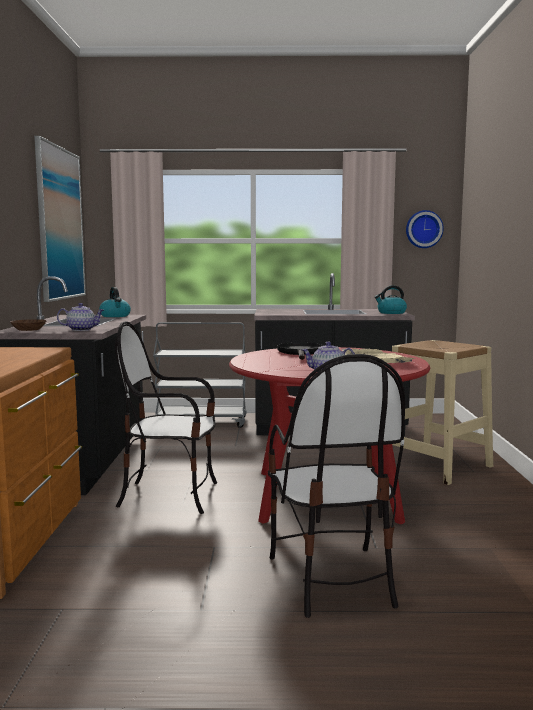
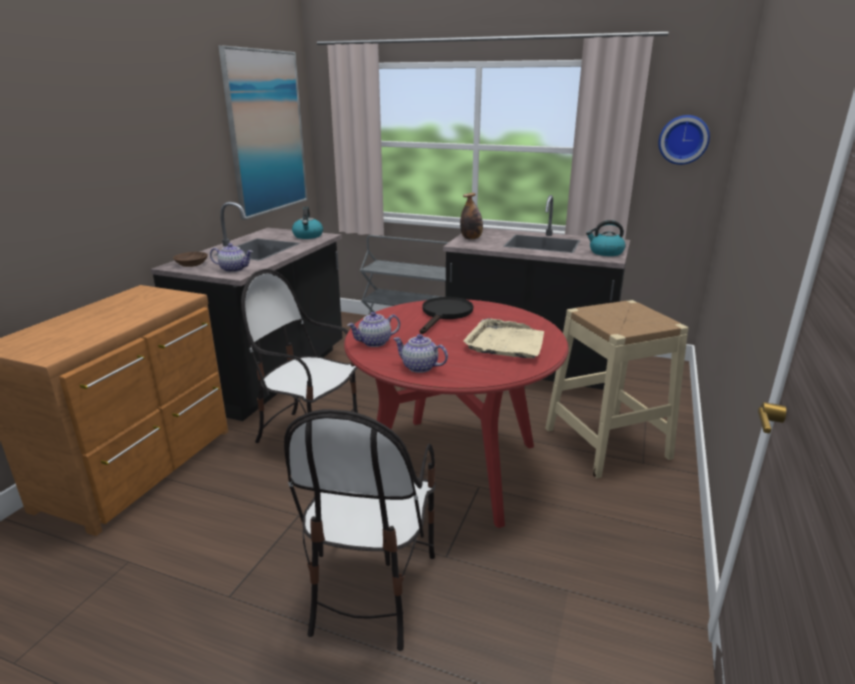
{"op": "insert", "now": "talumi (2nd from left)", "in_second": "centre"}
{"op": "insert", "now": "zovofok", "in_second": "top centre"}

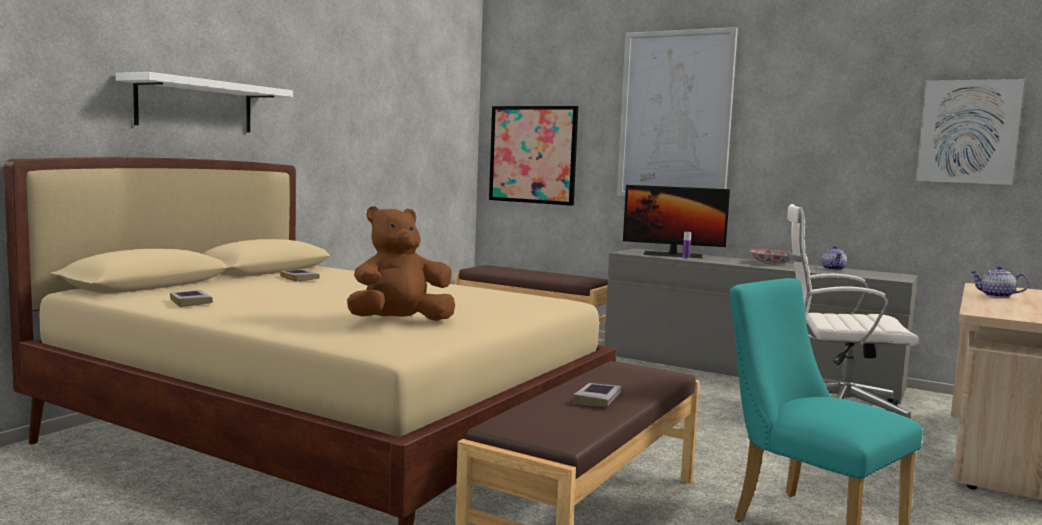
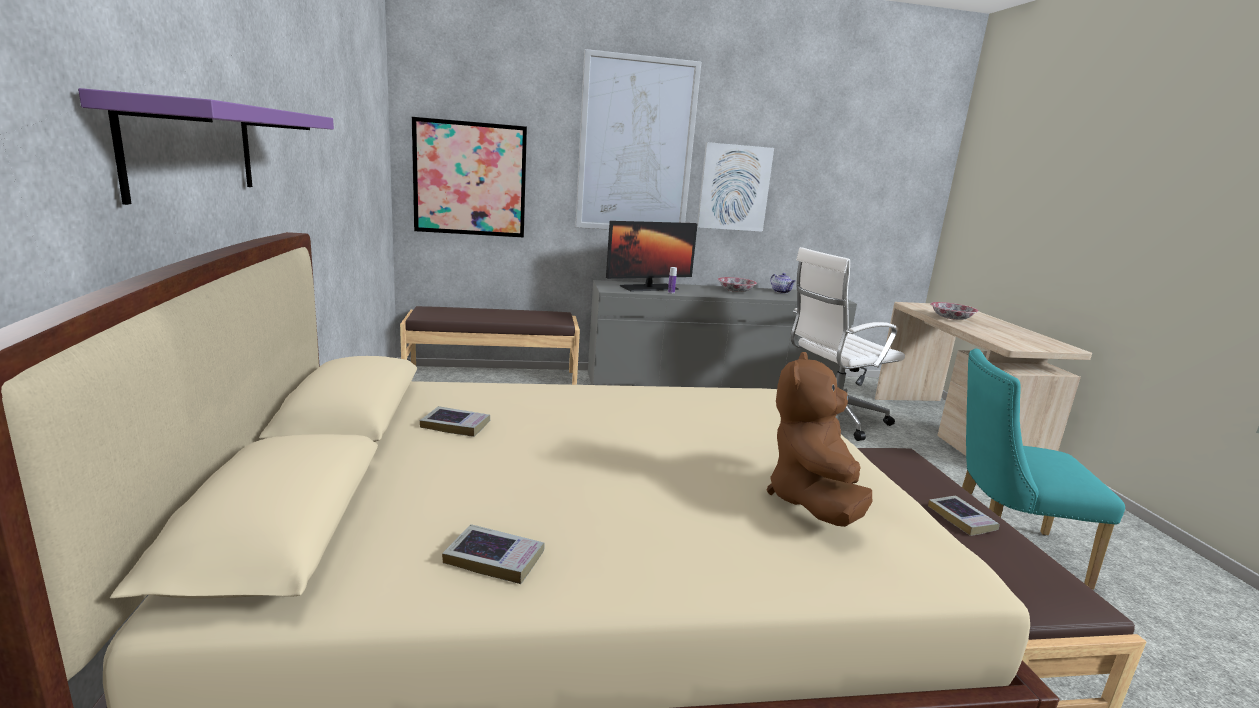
{"op": "recolor", "was": "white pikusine", "now": "purple pikusine", "in_first": "top left", "in_second": "top left"}
{"op": "move", "was": "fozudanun (3rd from left)", "in_first": "top right", "in_second": "top centre"}
{"op": "replace", "was": "talumi (2nd from left)", "now": "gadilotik (2nd from left)", "in_first": "middle right", "in_second": "middle right"}

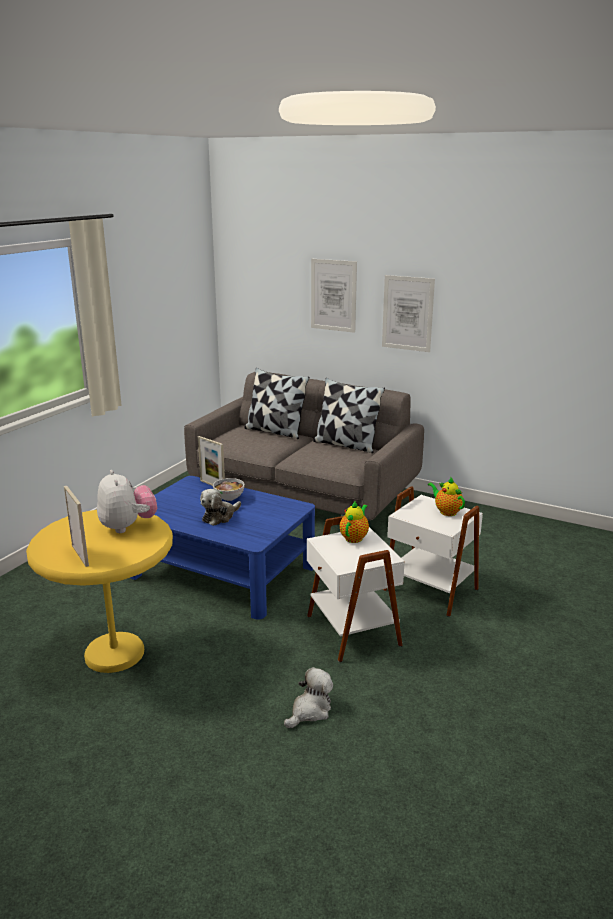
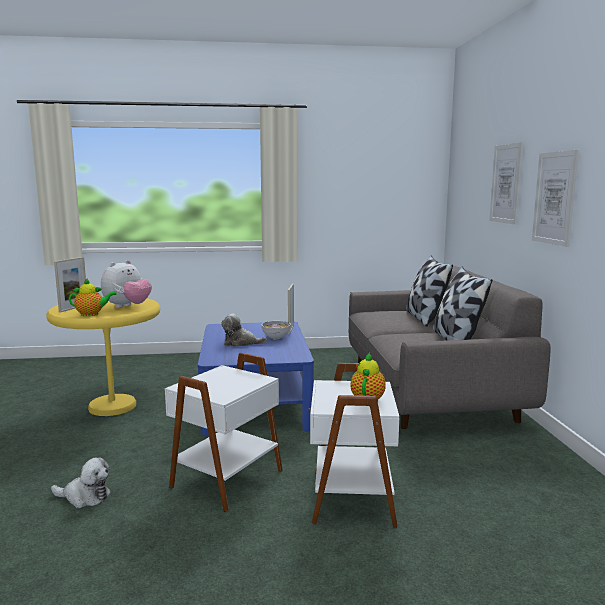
{"op": "move", "was": "talumi (1st from left)", "in_first": "centre", "in_second": "middle left"}

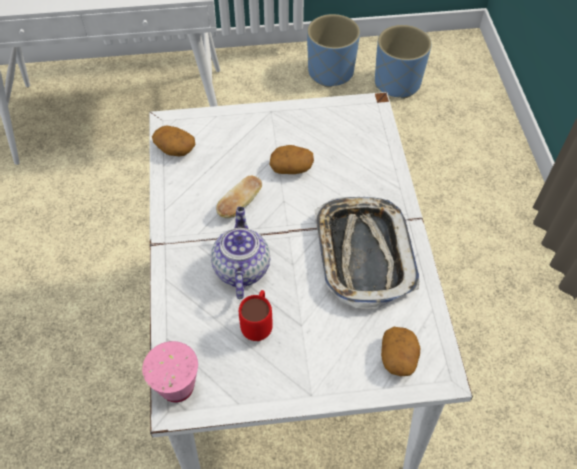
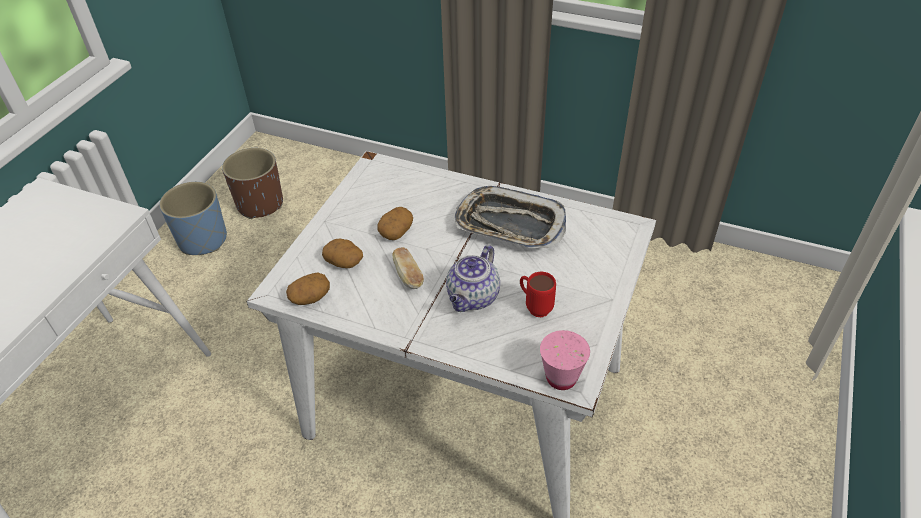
{"op": "recolor", "was": "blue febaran (2nd from left)", "now": "brown febaran", "in_first": "top right", "in_second": "middle left"}
{"op": "move", "was": "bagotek (3rd from left in the first image)", "now": "bagotek (2nd from left)", "in_first": "bottom right", "in_second": "centre"}
{"op": "rotate", "was": "talumi", "in_first": "centre", "in_second": "centre", "clockwise": -90}

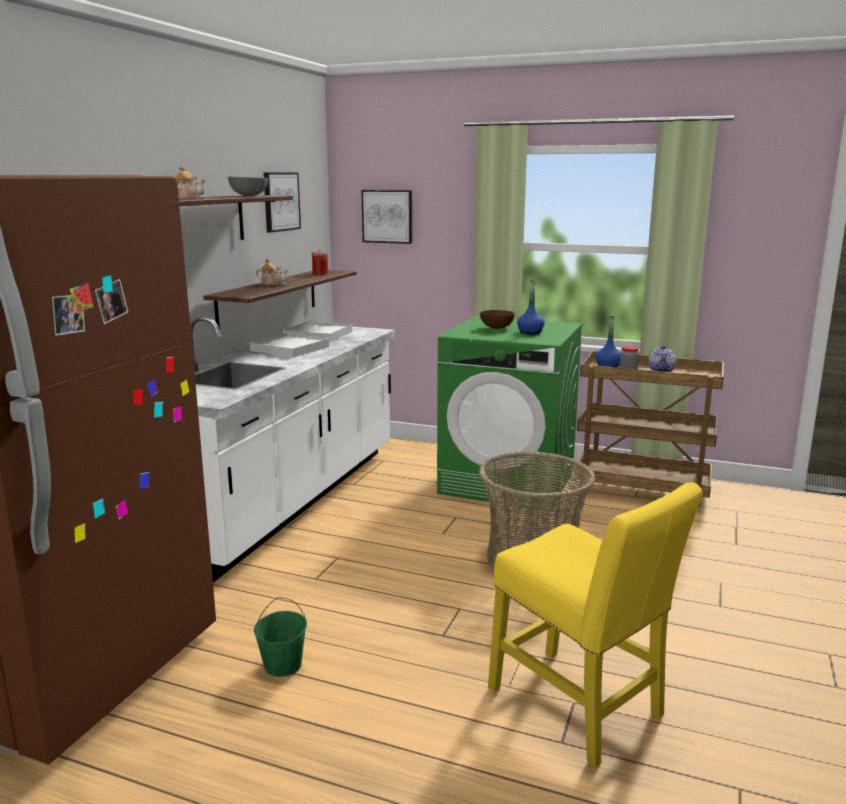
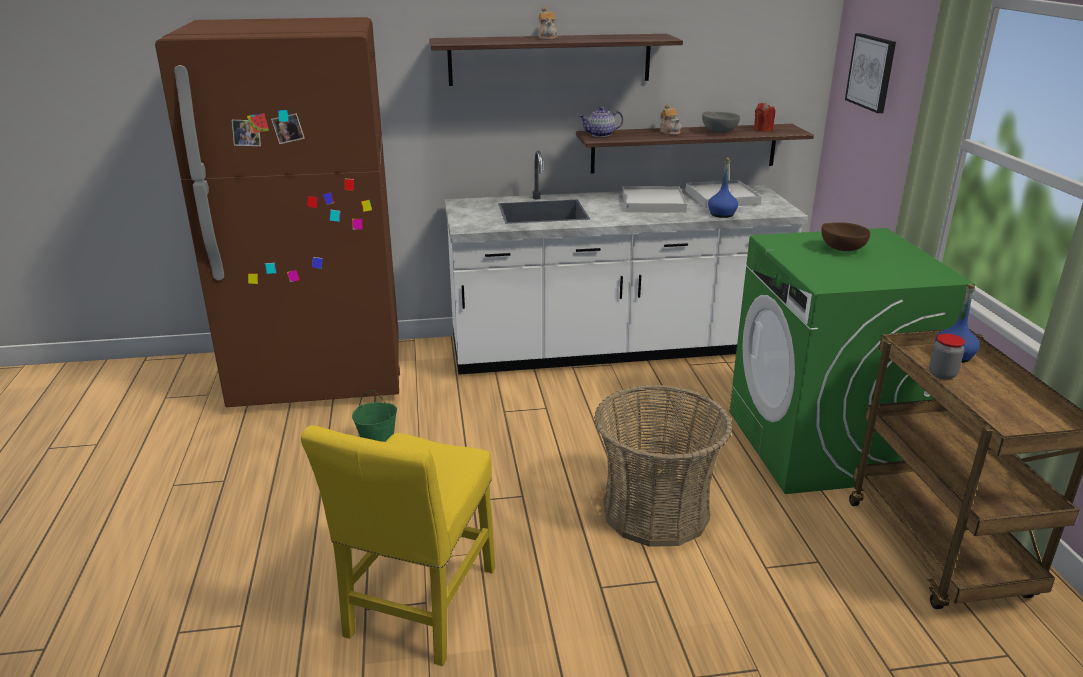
{"op": "move", "was": "talumi (3rd from left in the first image)", "now": "talumi (2nd from left)", "in_first": "middle right", "in_second": "top centre"}
{"op": "move", "was": "grey gadilotik", "in_first": "top left", "in_second": "top centre"}
{"op": "move", "was": "blue zovofok (1st from left)", "in_first": "centre", "in_second": "top right"}
{"op": "delete", "was": "fozudanun (1st from left)", "in_first": "top centre"}

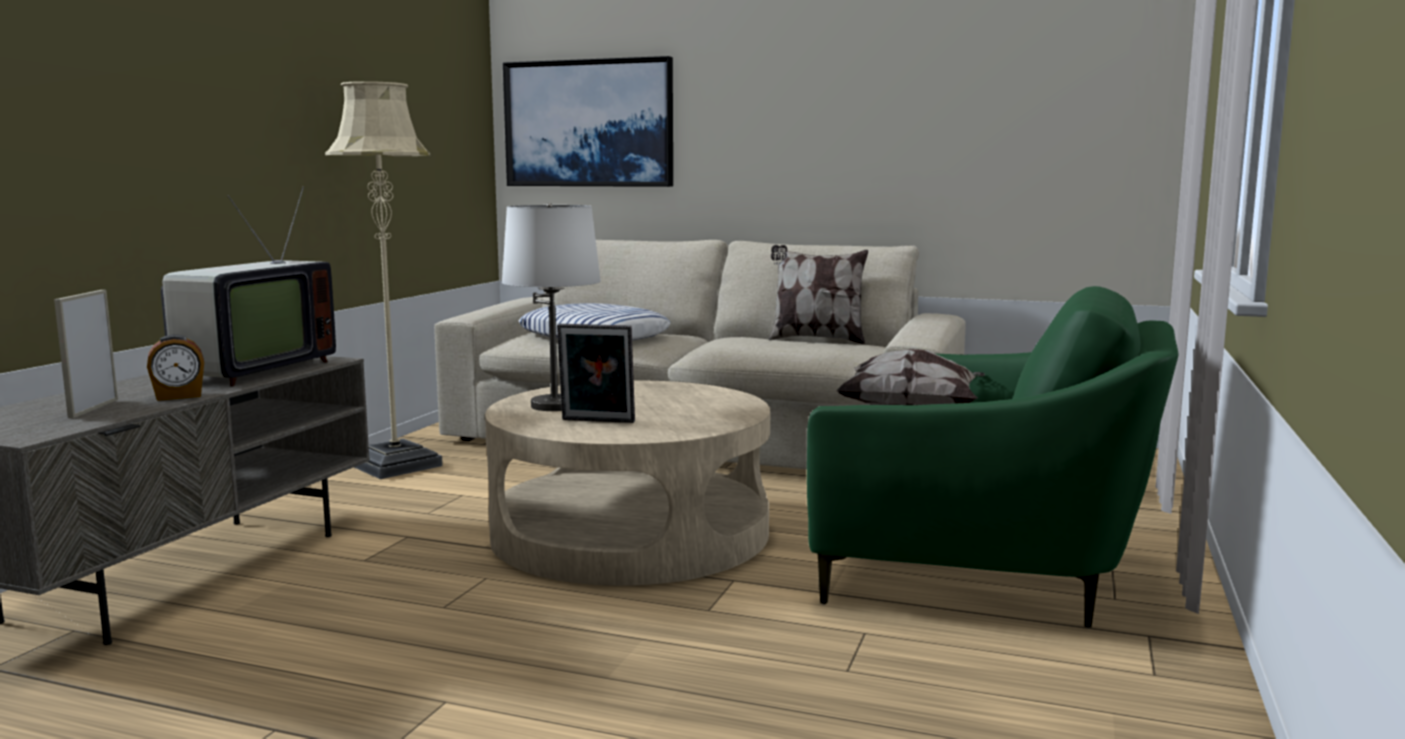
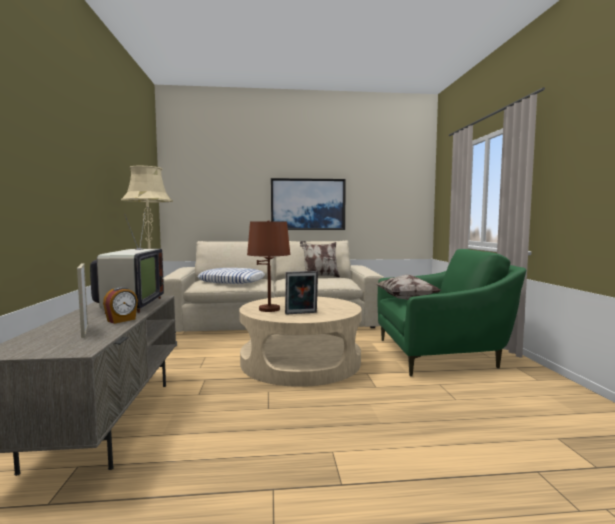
{"op": "recolor", "was": "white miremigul", "now": "brown miremigul", "in_first": "centre", "in_second": "centre"}
{"op": "move", "was": "fozudanun", "in_first": "top centre", "in_second": "centre"}

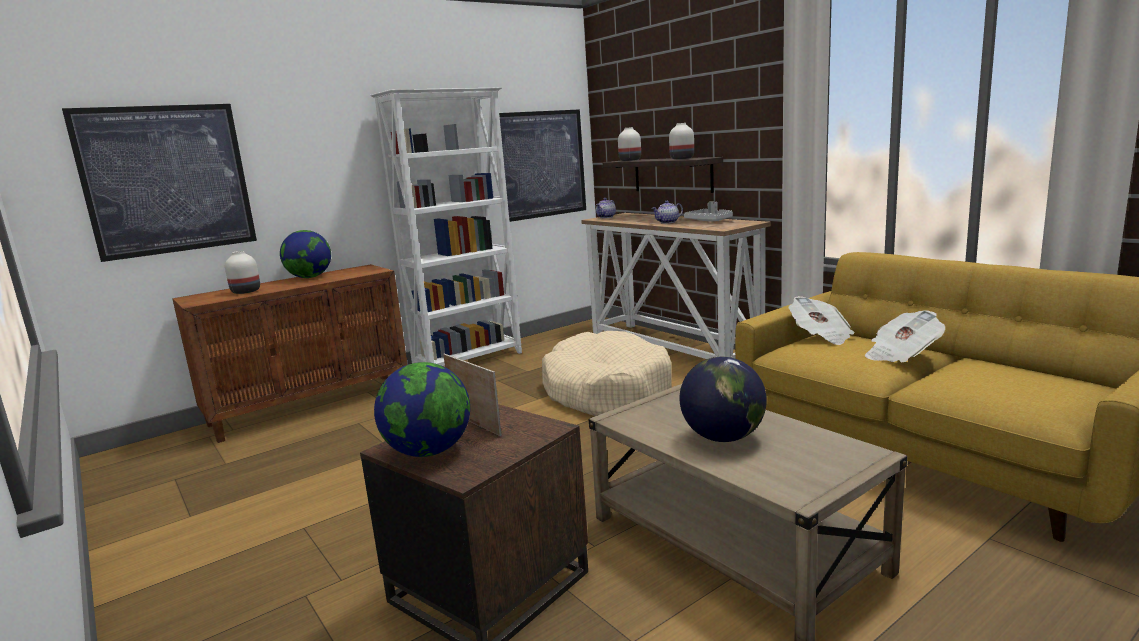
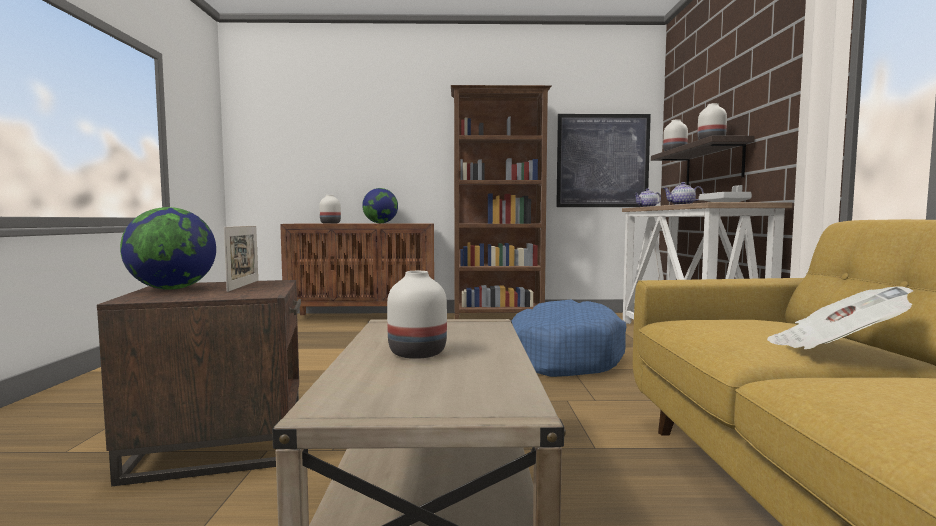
{"op": "replace", "was": "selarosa (3rd from left)", "now": "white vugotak (2nd from left)", "in_first": "centre", "in_second": "centre"}
{"op": "recolor", "was": "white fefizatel", "now": "brown fefizatel", "in_first": "centre", "in_second": "centre"}
{"op": "recolor", "was": "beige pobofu", "now": "blue pobofu", "in_first": "centre", "in_second": "centre"}
{"op": "delete", "was": "fozudanun (1st from left)", "in_first": "top left"}
{"op": "delete", "was": "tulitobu (1st from left)", "in_first": "middle right"}

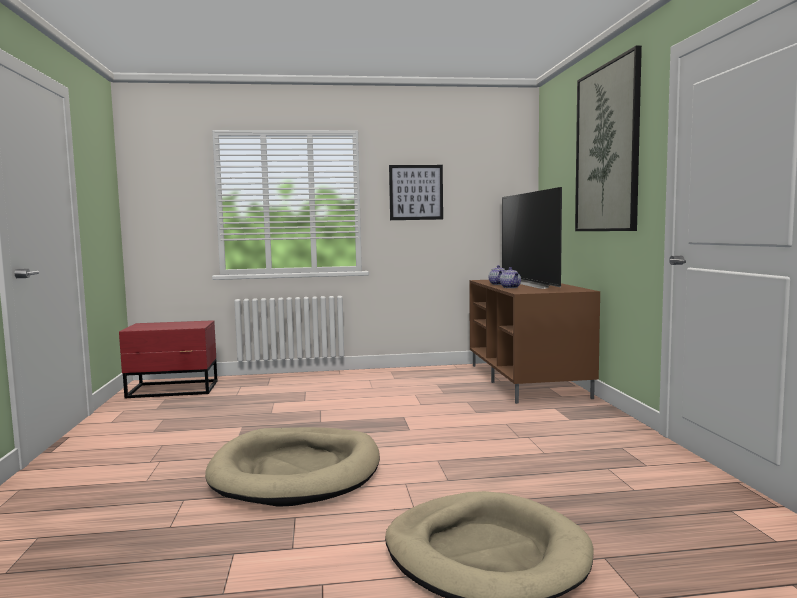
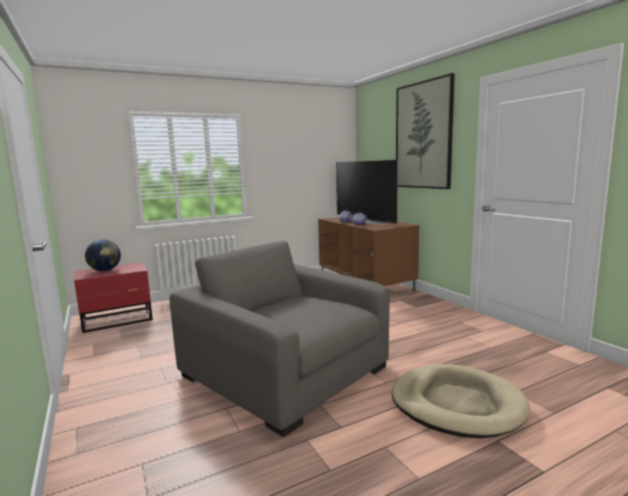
{"op": "insert", "now": "selarosa", "in_second": "middle left"}
{"op": "replace", "was": "beige pobofu (1st from left)", "now": "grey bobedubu", "in_first": "bottom centre", "in_second": "bottom centre"}
{"op": "delete", "was": "fozudanun (1st from left)", "in_first": "top centre"}

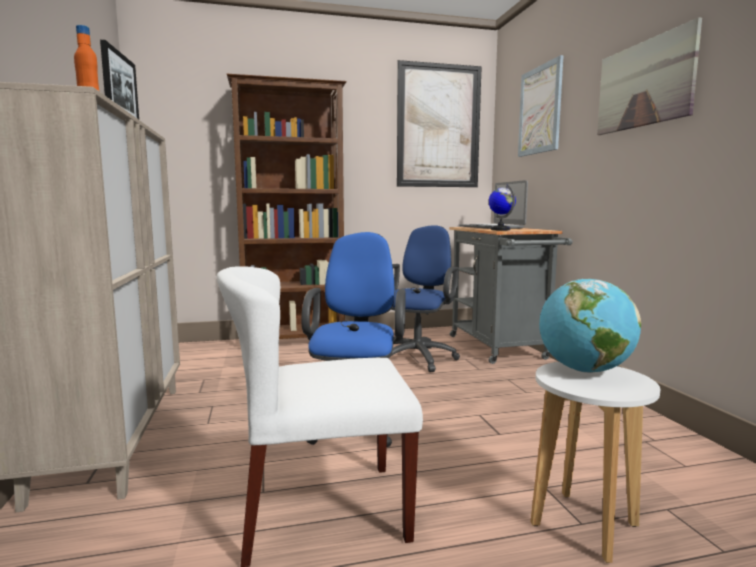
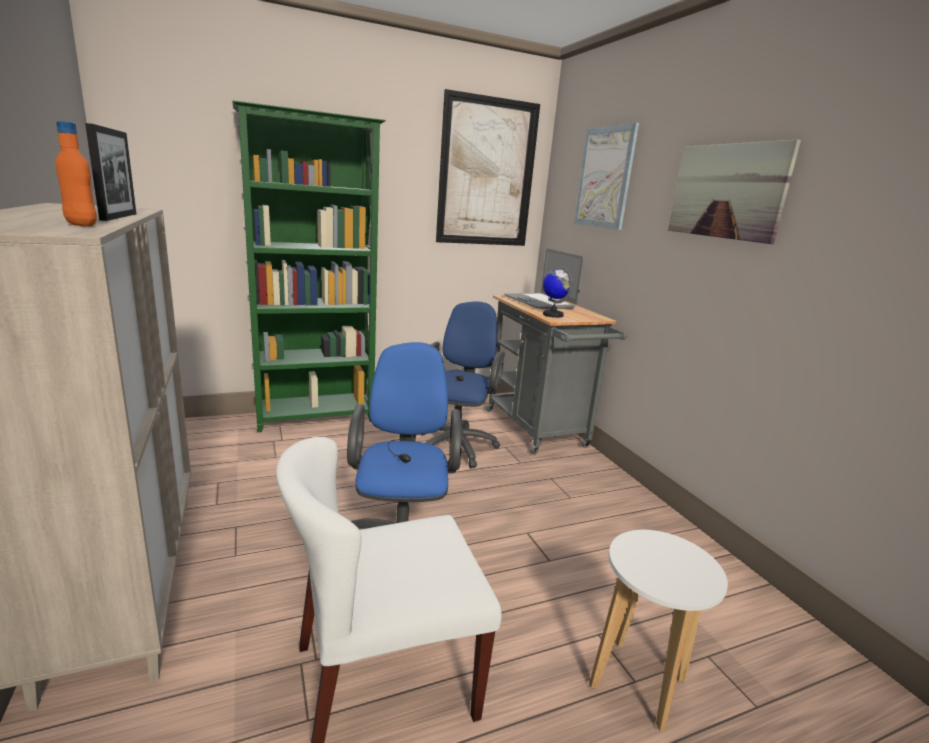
{"op": "recolor", "was": "brown fefizatel", "now": "green fefizatel", "in_first": "centre", "in_second": "middle left"}
{"op": "delete", "was": "selarosa (2nd from left)", "in_first": "middle right"}

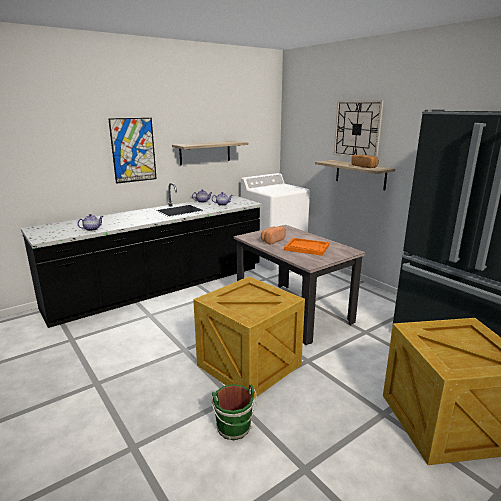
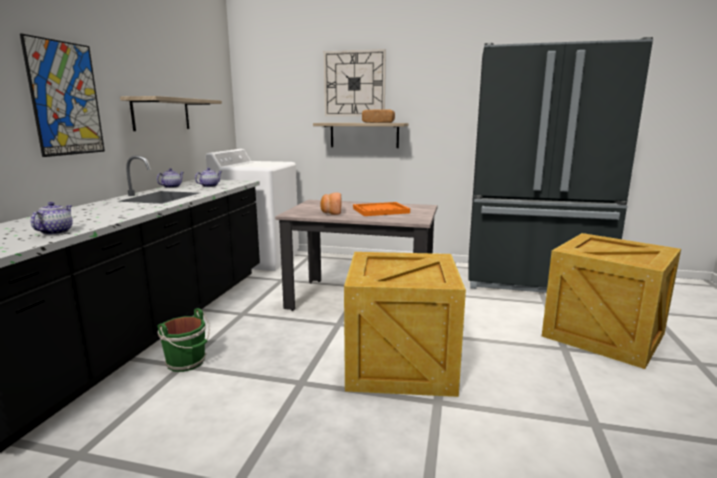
{"op": "move", "was": "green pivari", "in_first": "bottom centre", "in_second": "bottom left"}

